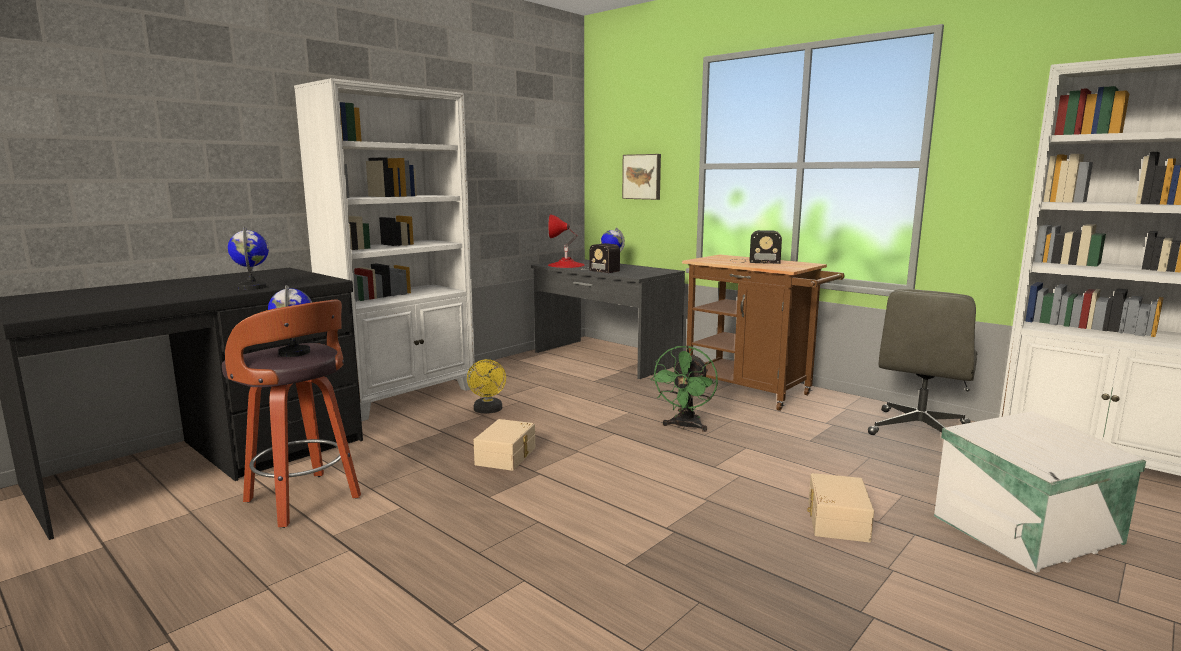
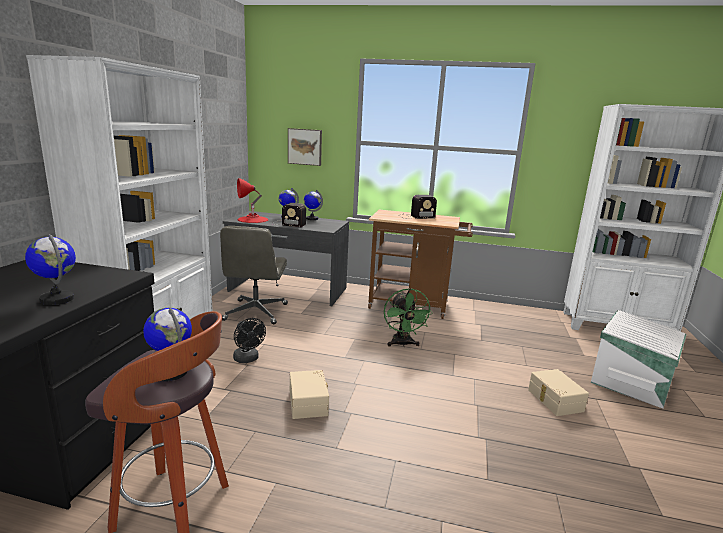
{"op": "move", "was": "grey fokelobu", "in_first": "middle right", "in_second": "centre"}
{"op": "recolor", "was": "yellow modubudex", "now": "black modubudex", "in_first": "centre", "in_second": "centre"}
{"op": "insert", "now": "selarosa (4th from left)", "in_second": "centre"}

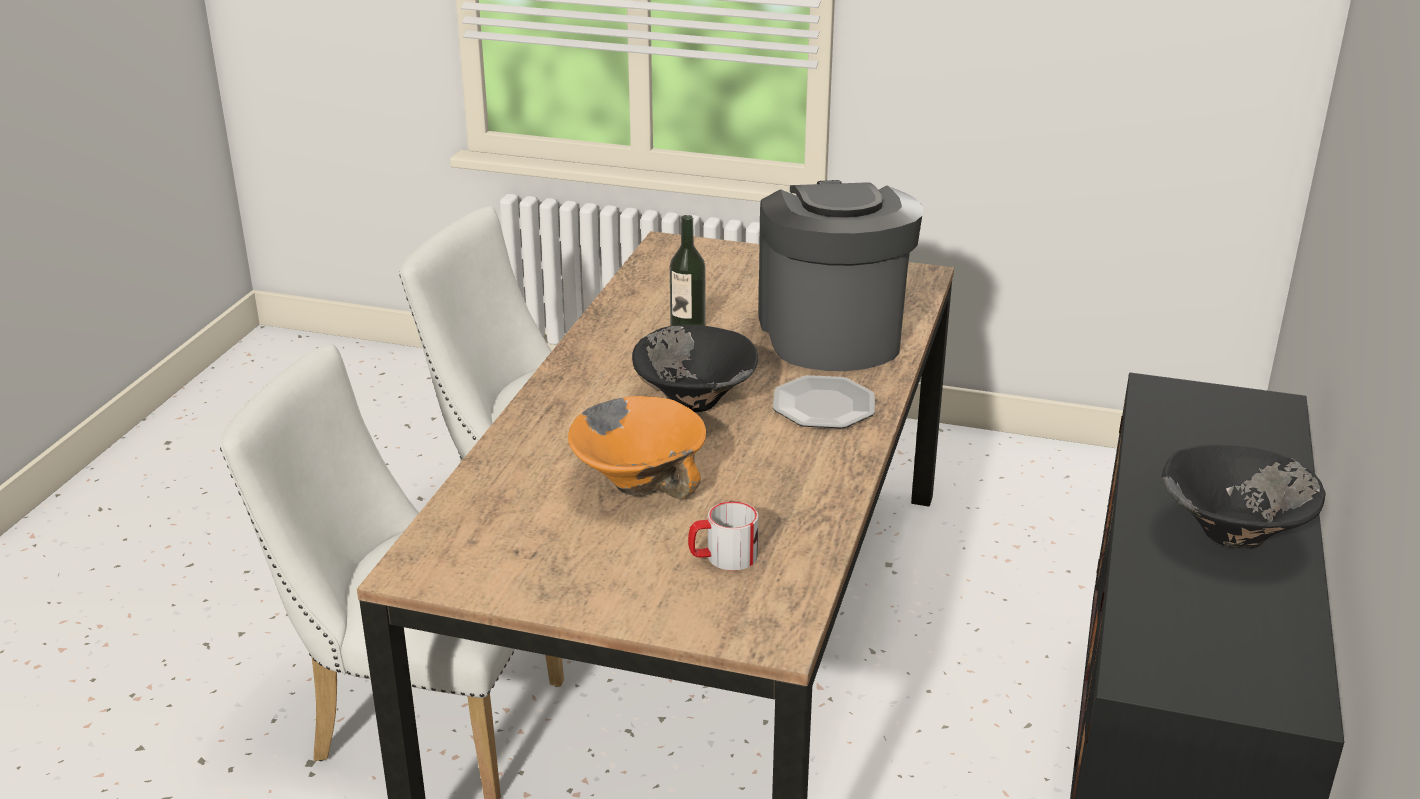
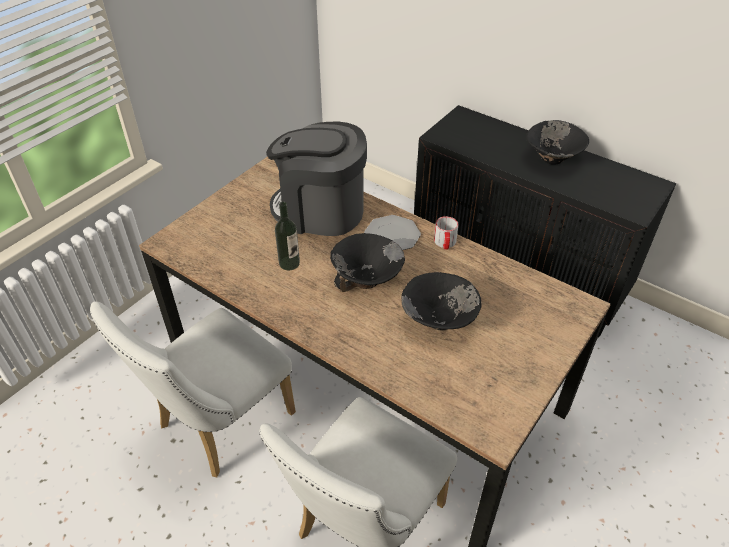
{"op": "recolor", "was": "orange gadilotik", "now": "black gadilotik (2nd from left)", "in_first": "centre", "in_second": "centre"}
{"op": "move", "was": "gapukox", "in_first": "bottom centre", "in_second": "centre"}

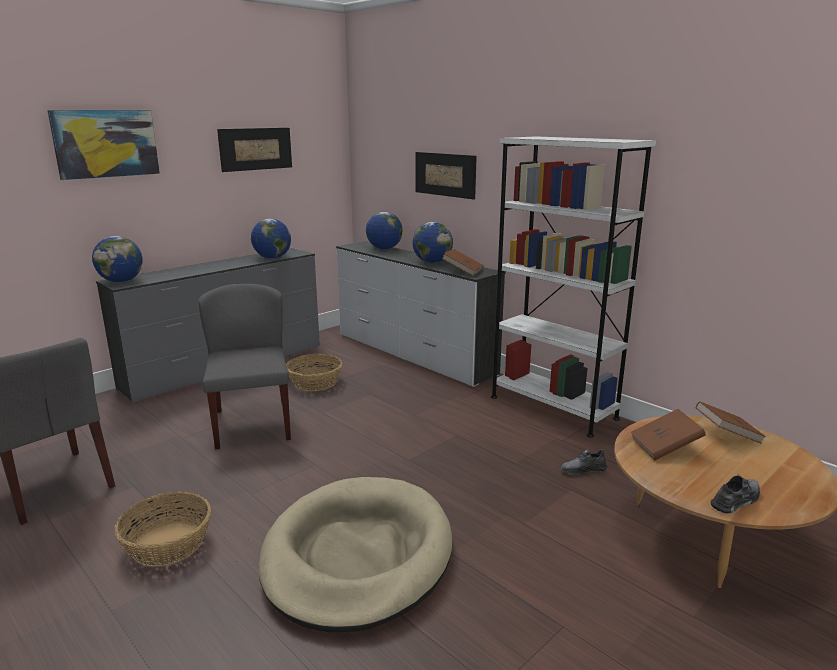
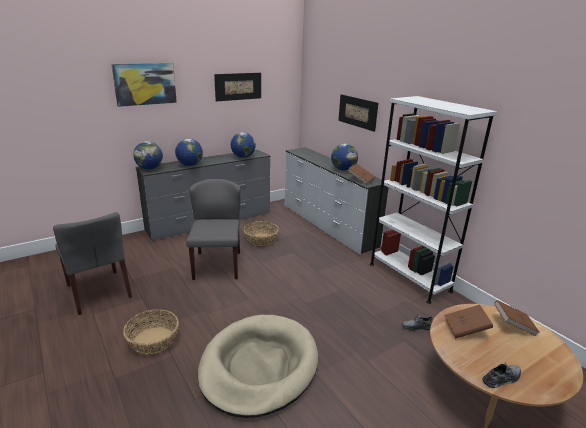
{"op": "move", "was": "selarosa (3rd from left in the first image)", "now": "selarosa (2nd from left)", "in_first": "centre", "in_second": "middle left"}

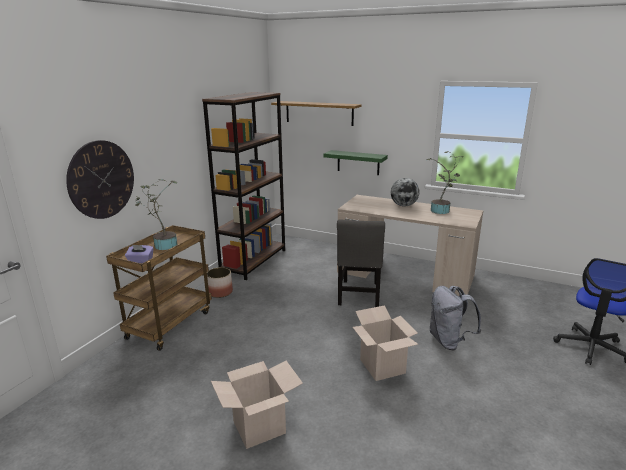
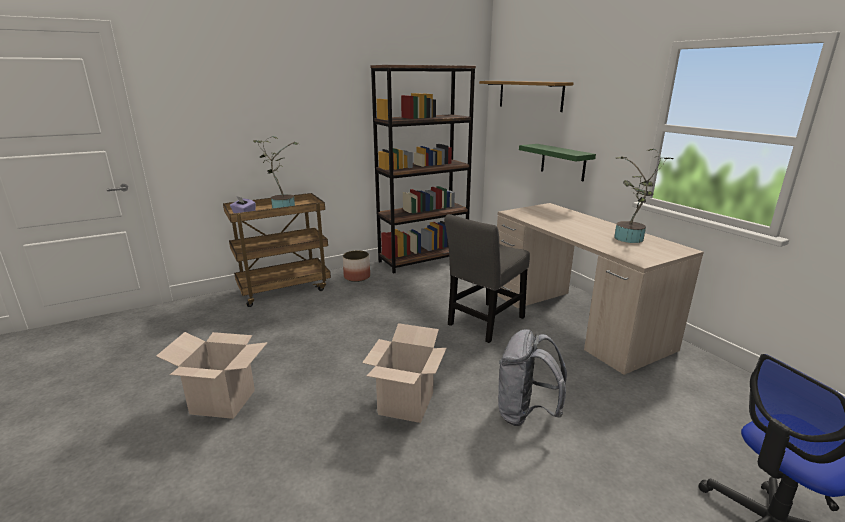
{"op": "delete", "was": "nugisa", "in_first": "middle left"}
{"op": "delete", "was": "selarosa", "in_first": "centre"}

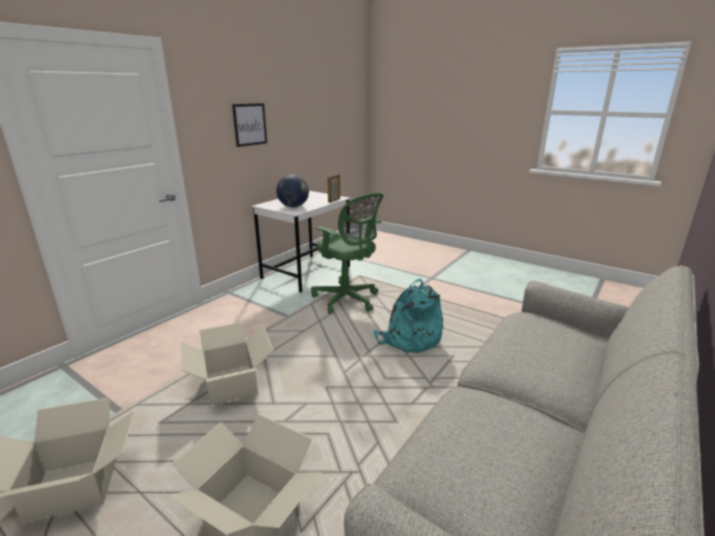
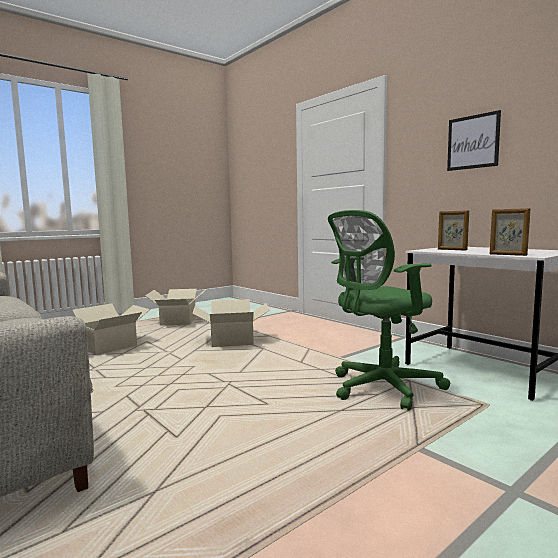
{"op": "replace", "was": "selarosa", "now": "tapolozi (1st from left)", "in_first": "centre", "in_second": "middle right"}
{"op": "delete", "was": "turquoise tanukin", "in_first": "centre"}

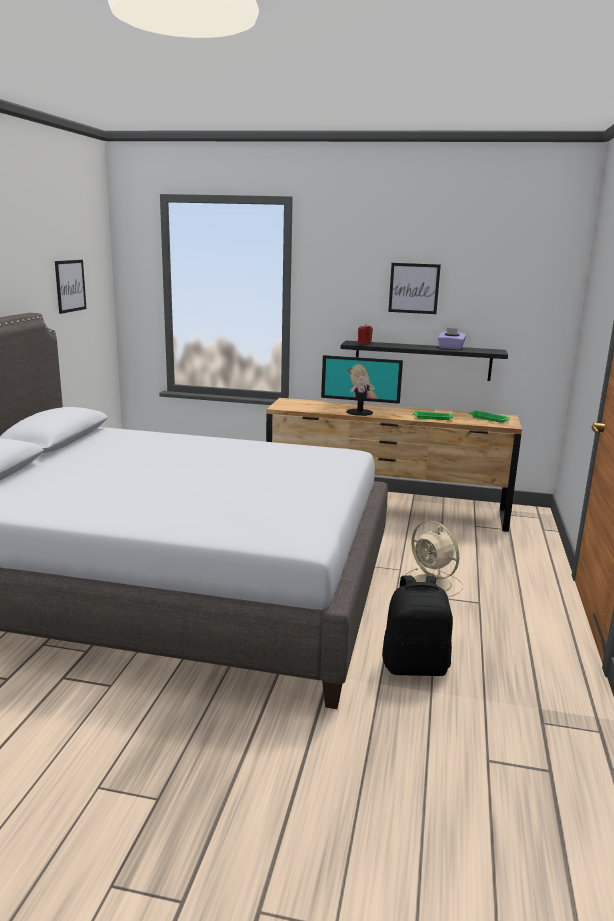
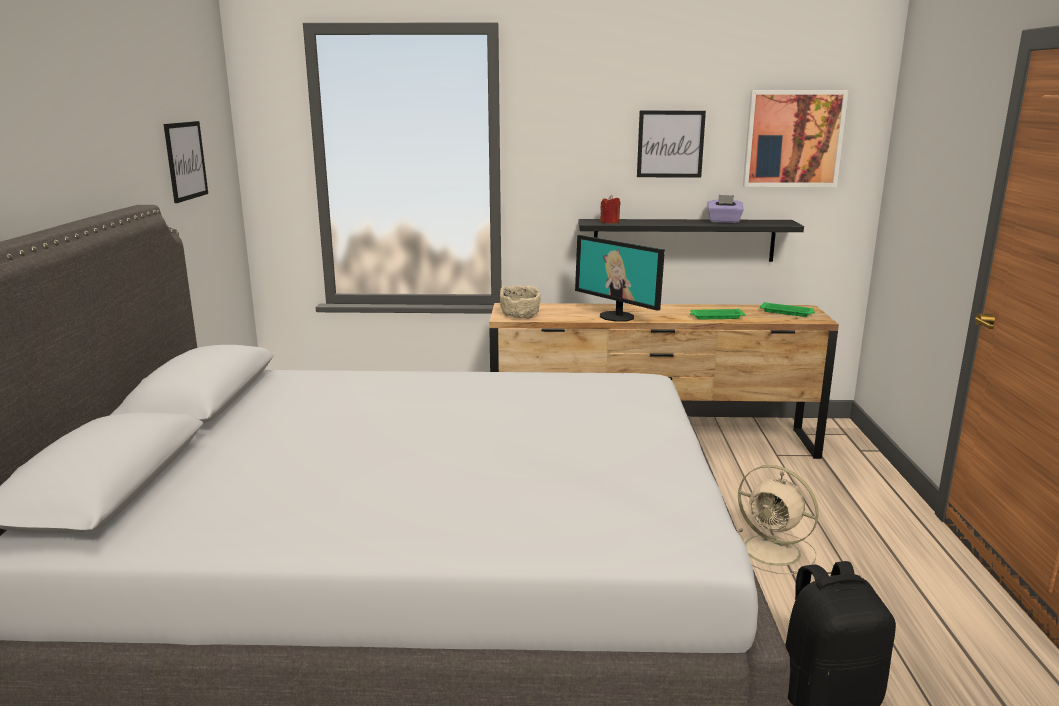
{"op": "insert", "now": "beige gadilotik", "in_second": "centre"}
{"op": "rotate", "was": "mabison", "in_first": "centre", "in_second": "centre", "clockwise": 45}
{"op": "insert", "now": "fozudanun (3rd from left)", "in_second": "top right"}

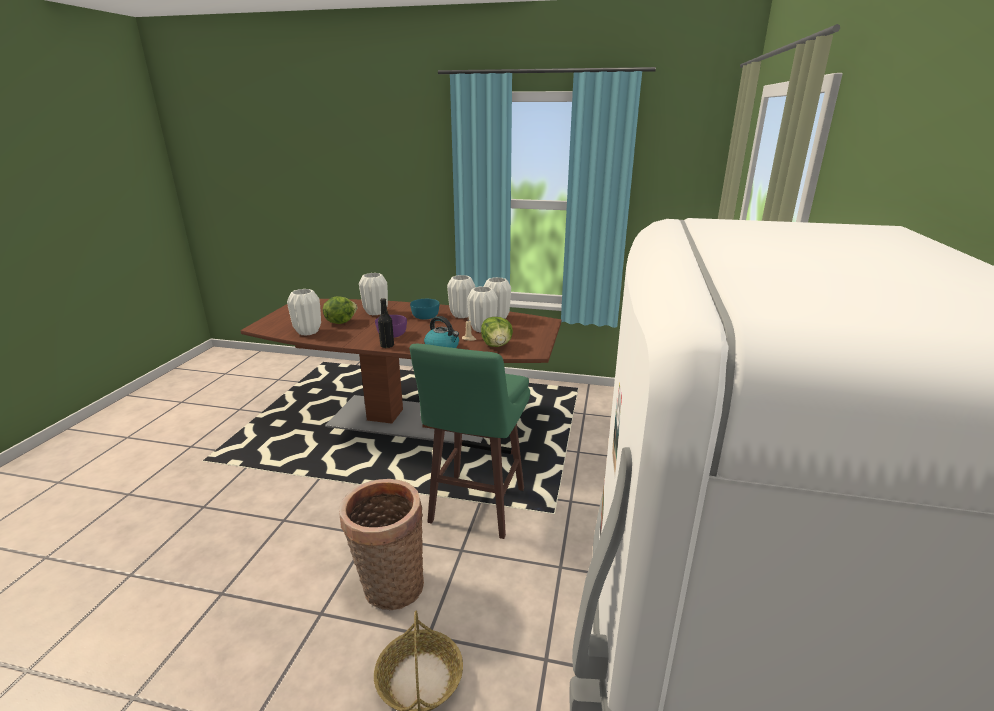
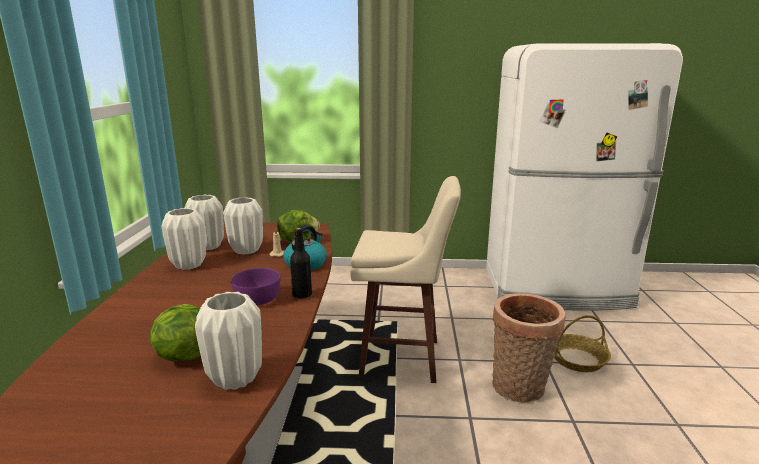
{"op": "recolor", "was": "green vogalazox", "now": "beige vogalazox", "in_first": "centre", "in_second": "centre"}
{"op": "delete", "was": "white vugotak (2nd from left)", "in_first": "centre"}
{"op": "delete", "was": "turquoise gadilotik", "in_first": "centre"}

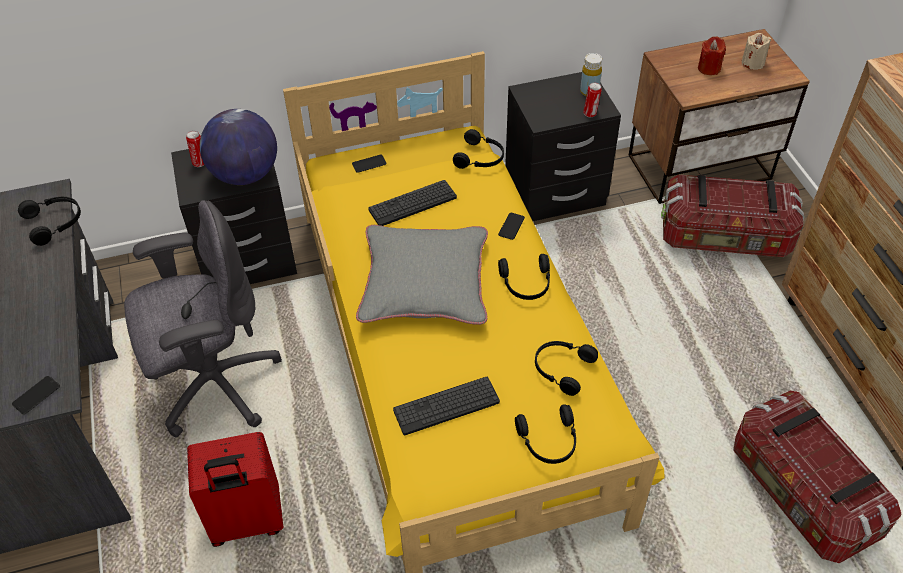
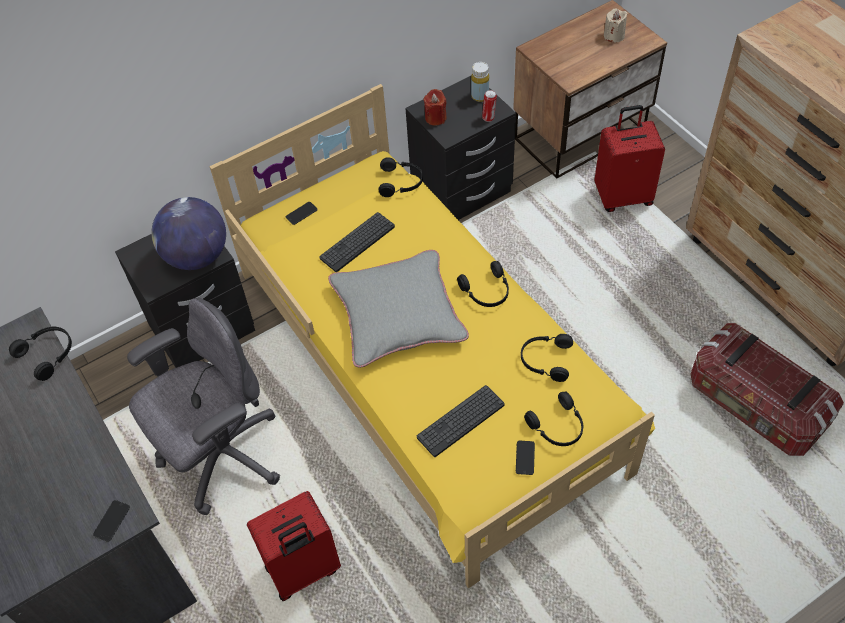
{"op": "move", "was": "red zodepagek", "in_first": "top right", "in_second": "top centre"}
{"op": "move", "was": "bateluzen (3rd from left)", "in_first": "centre", "in_second": "bottom centre"}
{"op": "replace", "was": "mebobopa (1st from left)", "now": "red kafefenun (2nd from left)", "in_first": "middle right", "in_second": "top right"}
{"op": "delete", "was": "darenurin (1st from left)", "in_first": "top left"}

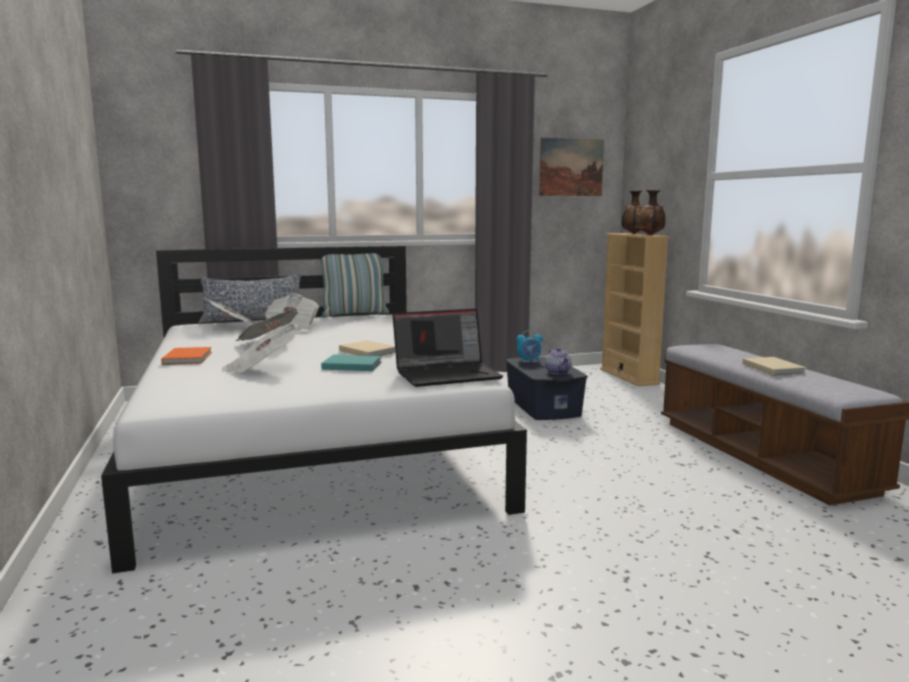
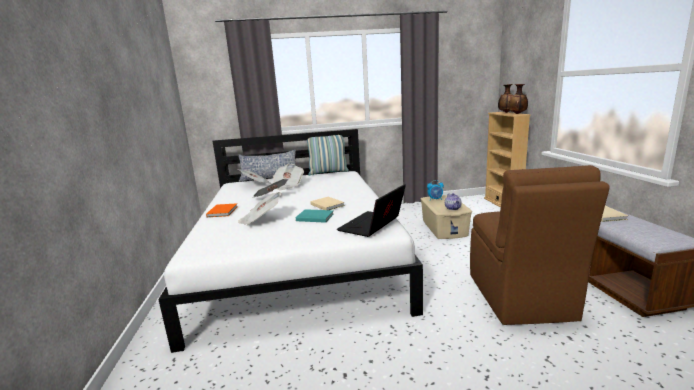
{"op": "rotate", "was": "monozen", "in_first": "centre", "in_second": "centre", "clockwise": 135}
{"op": "recolor", "was": "blue mebobopa", "now": "beige mebobopa", "in_first": "centre", "in_second": "centre"}
{"op": "insert", "now": "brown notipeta", "in_second": "middle right"}
{"op": "delete", "was": "fozudanun", "in_first": "top centre"}

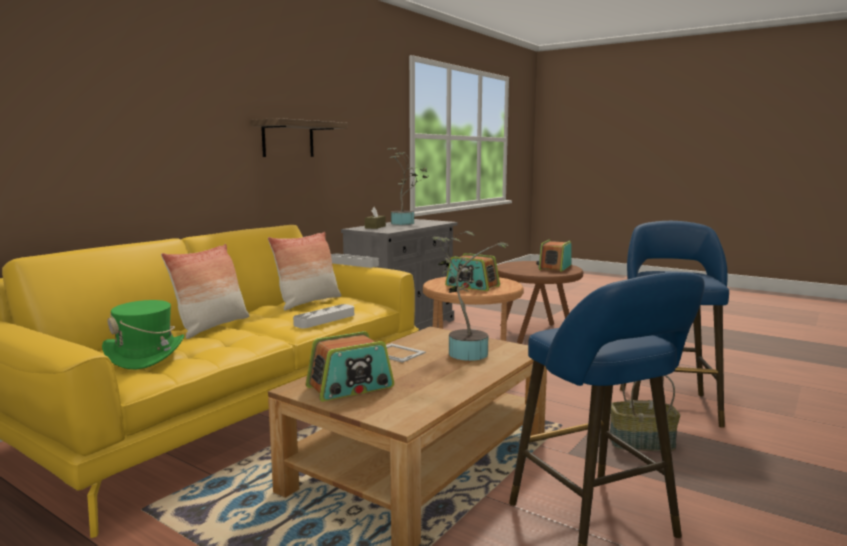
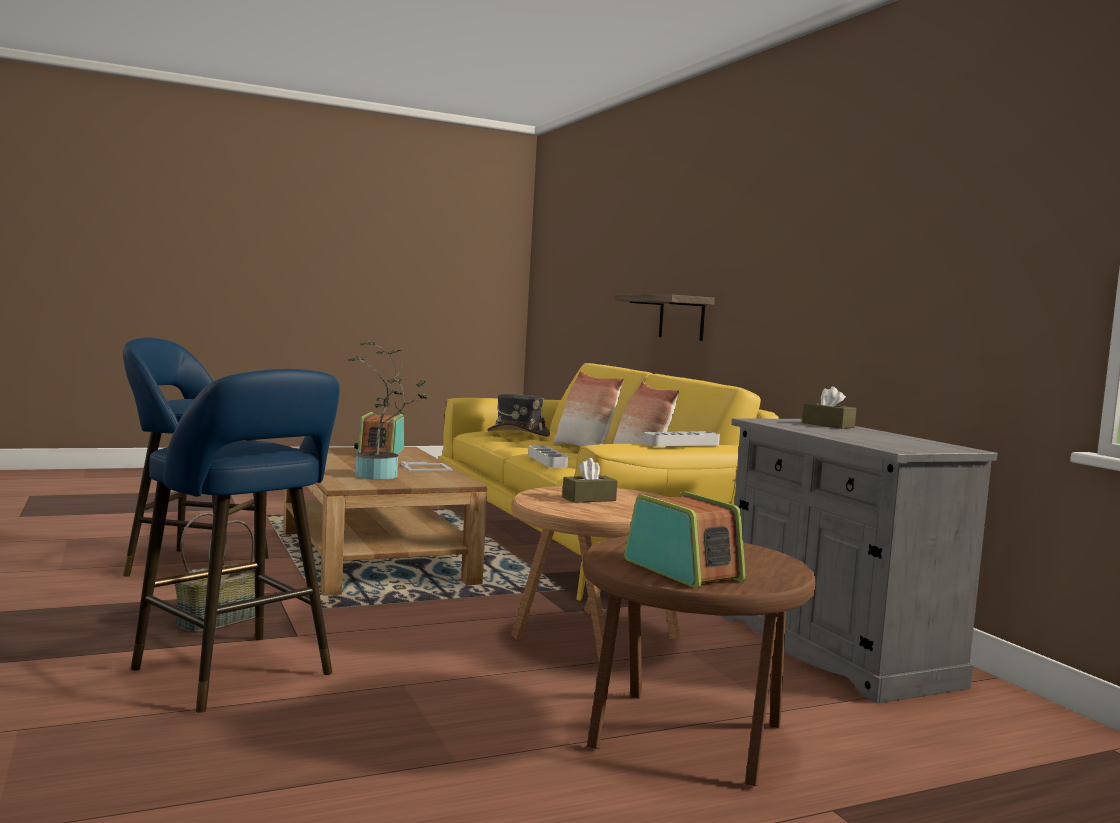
{"op": "recolor", "was": "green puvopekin", "now": "grey puvopekin", "in_first": "middle left", "in_second": "centre"}
{"op": "replace", "was": "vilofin (2nd from left)", "now": "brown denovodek (1st from left)", "in_first": "centre", "in_second": "centre"}
{"op": "move", "was": "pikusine", "in_first": "top centre", "in_second": "centre"}
{"op": "delete", "was": "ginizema (1st from left)", "in_first": "centre"}

